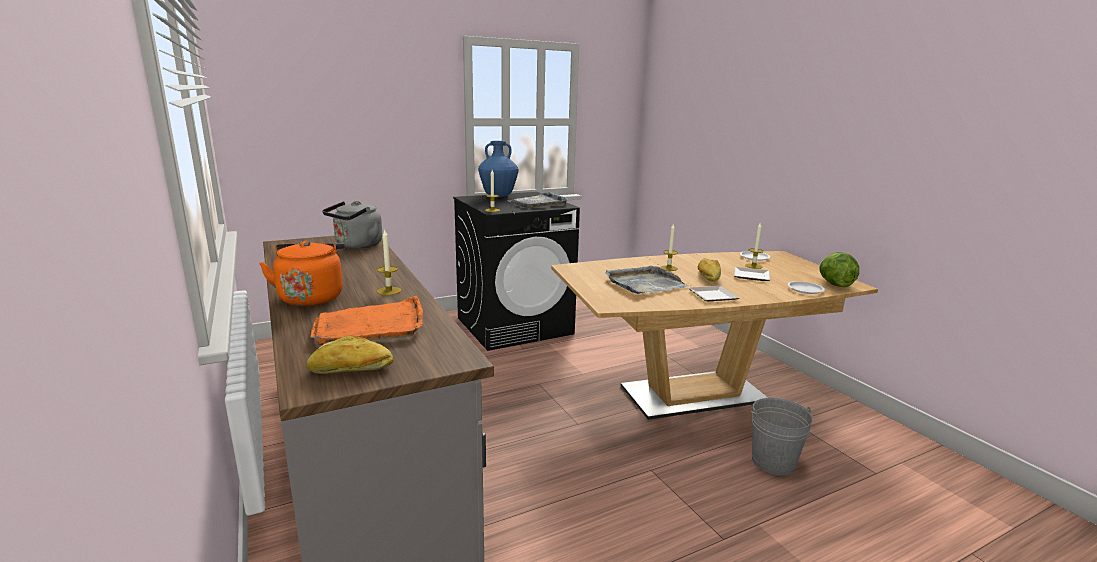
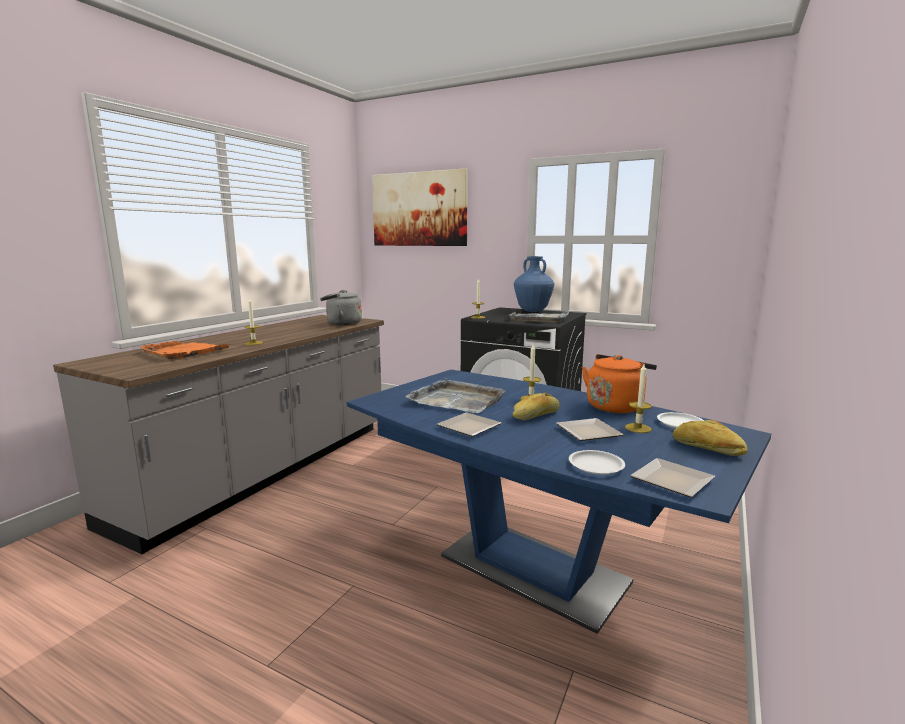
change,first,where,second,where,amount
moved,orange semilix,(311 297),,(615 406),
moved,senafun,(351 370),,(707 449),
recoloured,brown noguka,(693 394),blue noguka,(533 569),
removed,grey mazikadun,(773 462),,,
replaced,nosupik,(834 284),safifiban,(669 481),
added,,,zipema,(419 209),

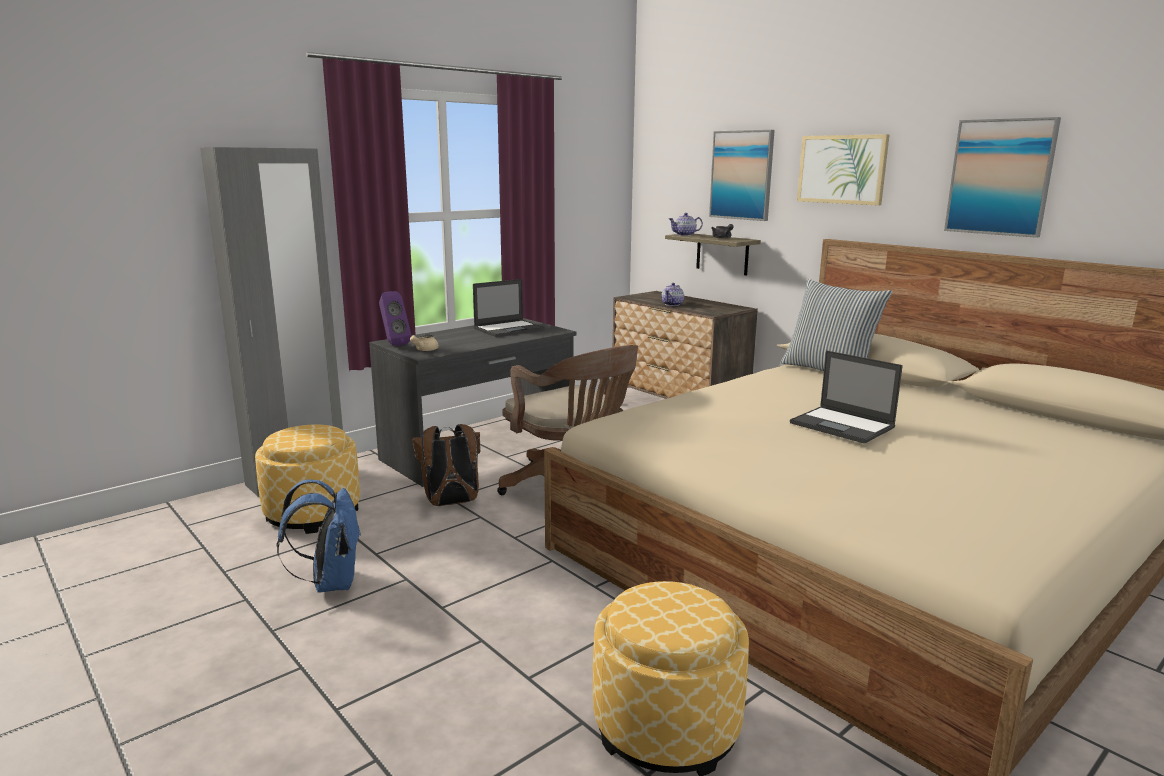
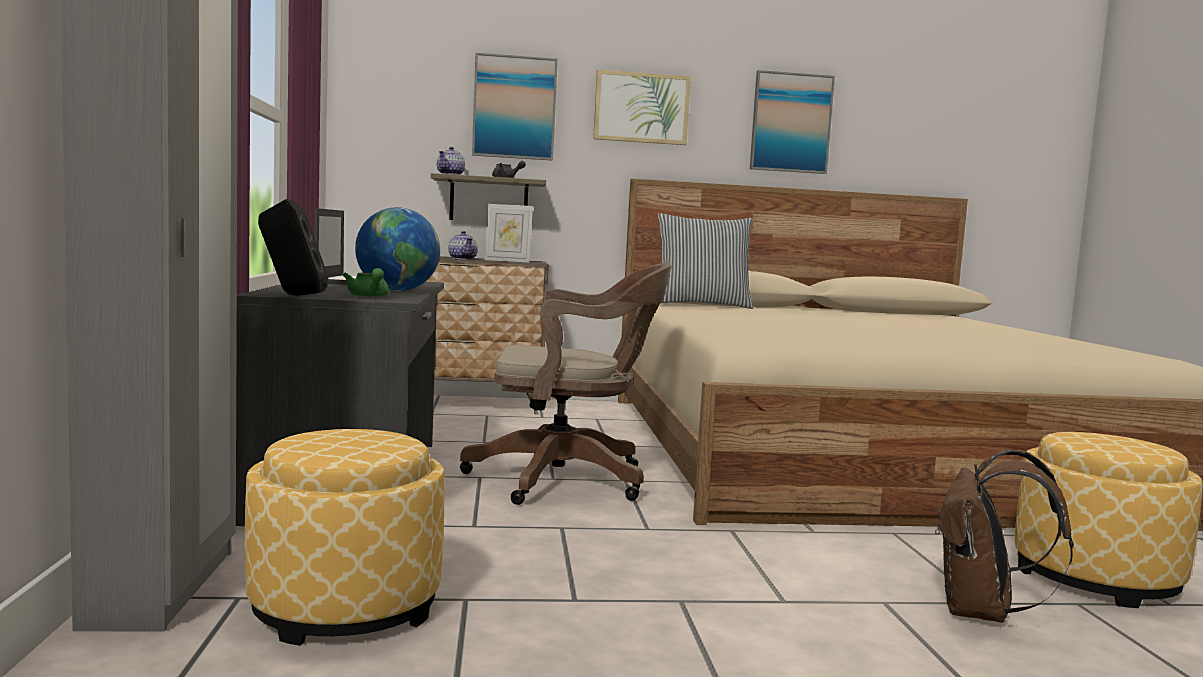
change,first,where,second,where,amount
removed,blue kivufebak,(330 582),,,
recoloured,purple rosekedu,(394 344),black rosekedu,(292 295),
recoloured,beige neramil,(424 350),green neramil,(369 297),
moved,brown kivufebak,(451 503),,(982 613),
removed,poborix,(843 425),,,
added,,,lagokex,(397 291),
added,,,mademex,(507 261),

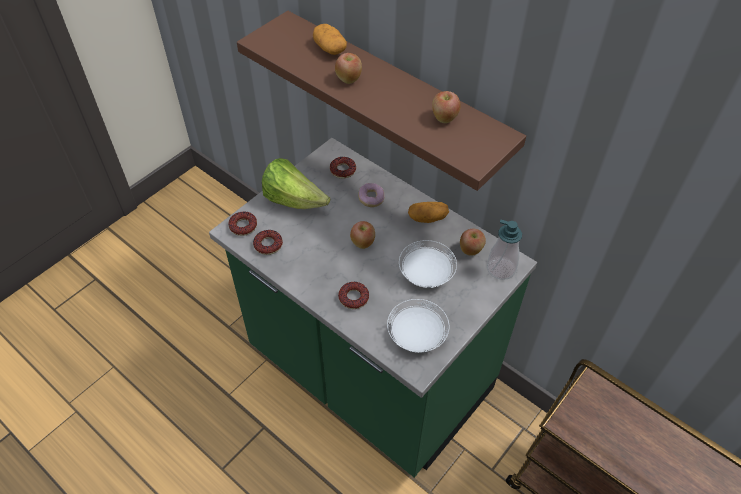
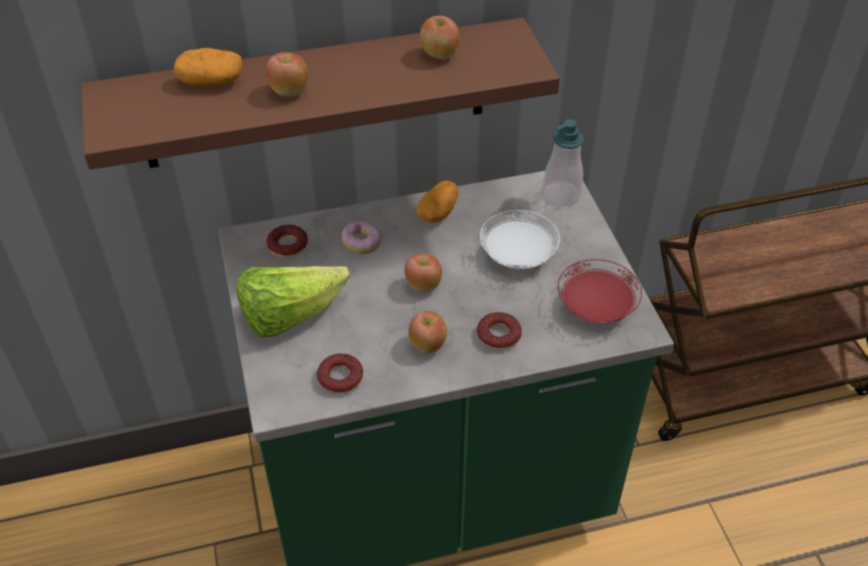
change,first,where,second,where,amount
removed,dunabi,(243 226),,,
recoloured,white safifiban,(416 335),red safifiban,(595 307),
moved,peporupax,(471 250),,(428 345),

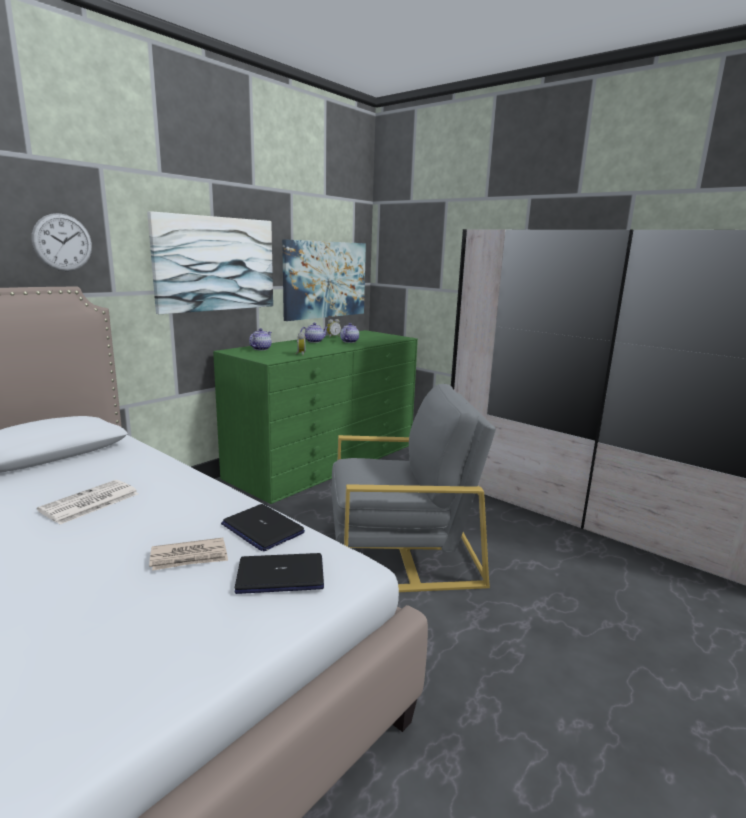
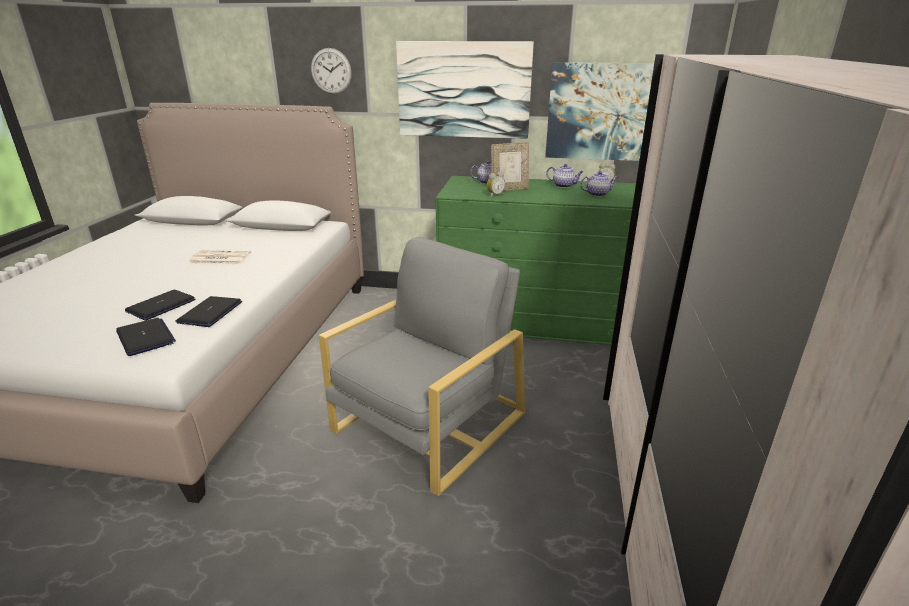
change,first,where,second,where,amount
replaced,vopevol,(189 557),poborix,(161 306),
turned,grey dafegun,(402 551),,(428 422),105 degrees counterclockwise
added,,,mademex,(509 189),

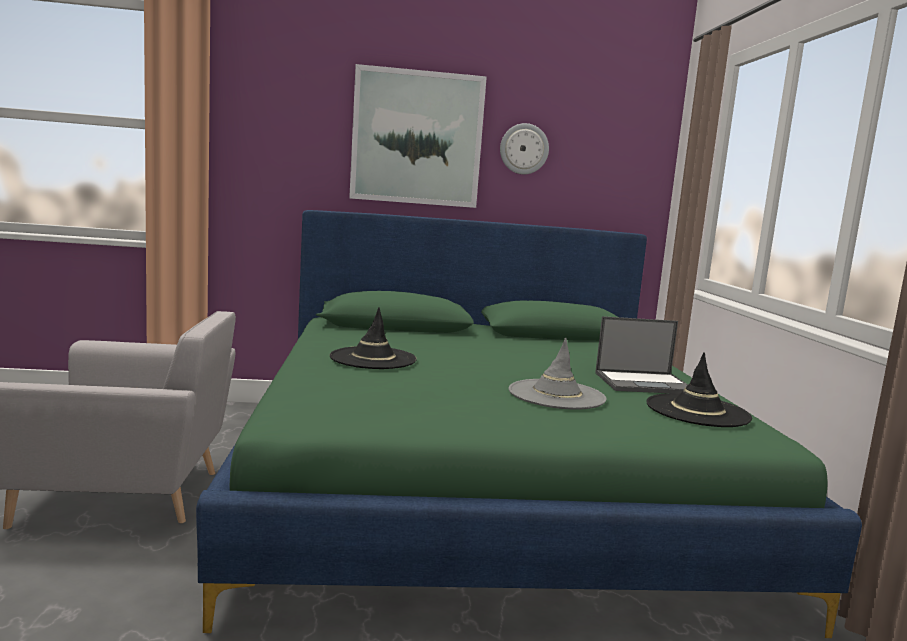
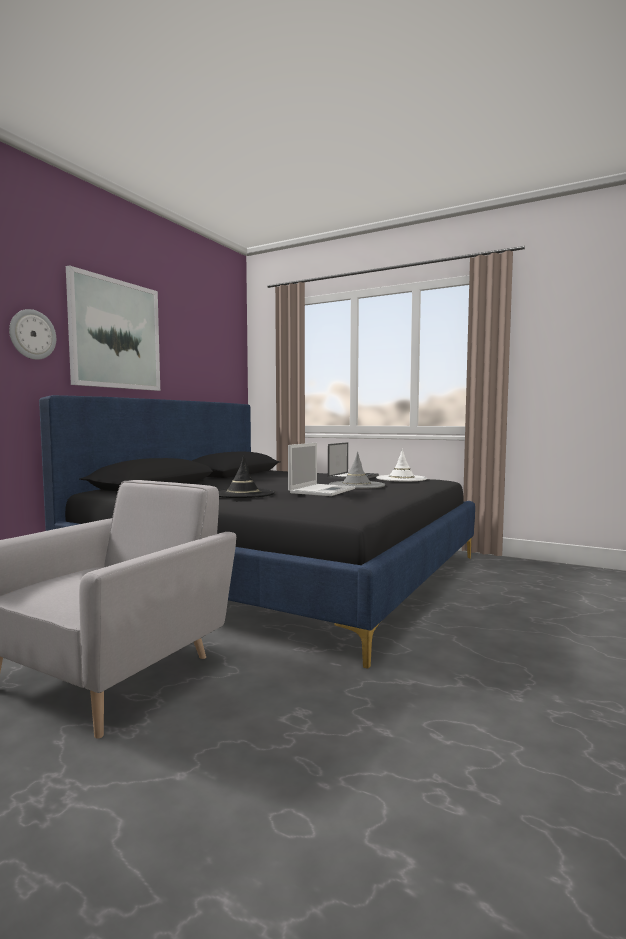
change,first,where,second,where,amount
recoloured,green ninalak,(486 488),black ninalak,(281 571),
moved,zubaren,(524 149),,(32 334),
recoloured,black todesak,(697 411),white todesak,(401 479),
added,,,poborix,(322 490),

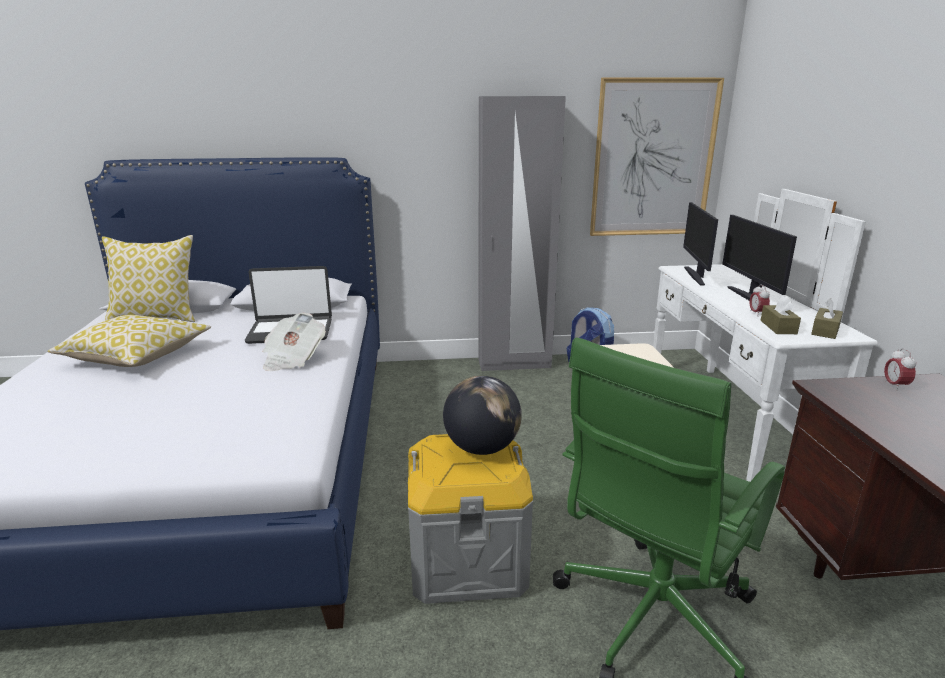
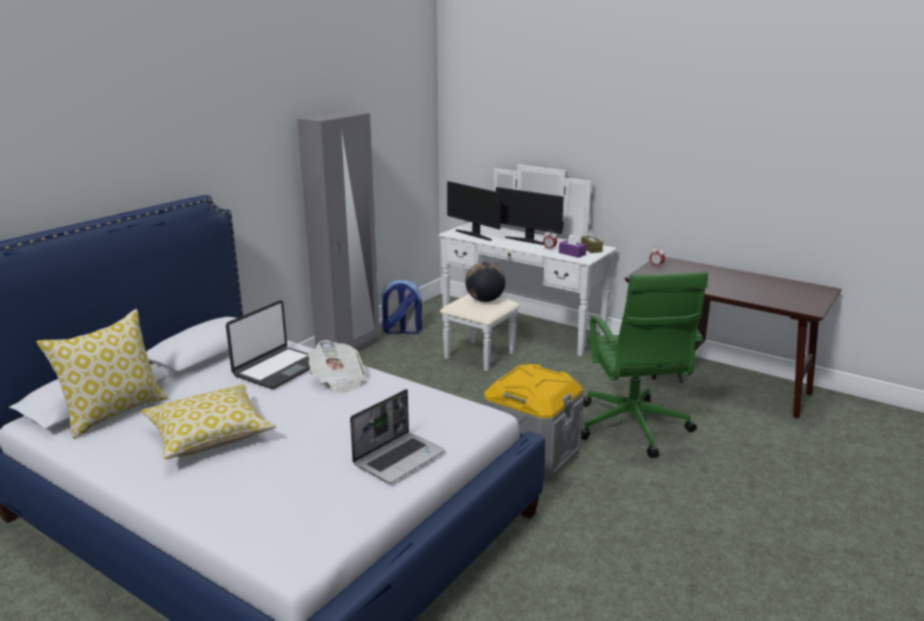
change,first,where,second,where,amount
moved,lagokex,(482 448),,(485 300),
removed,zipema,(653 159),,,
recoloured,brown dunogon,(778 327),purple dunogon,(572 253),
added,,,poborix,(399 458),

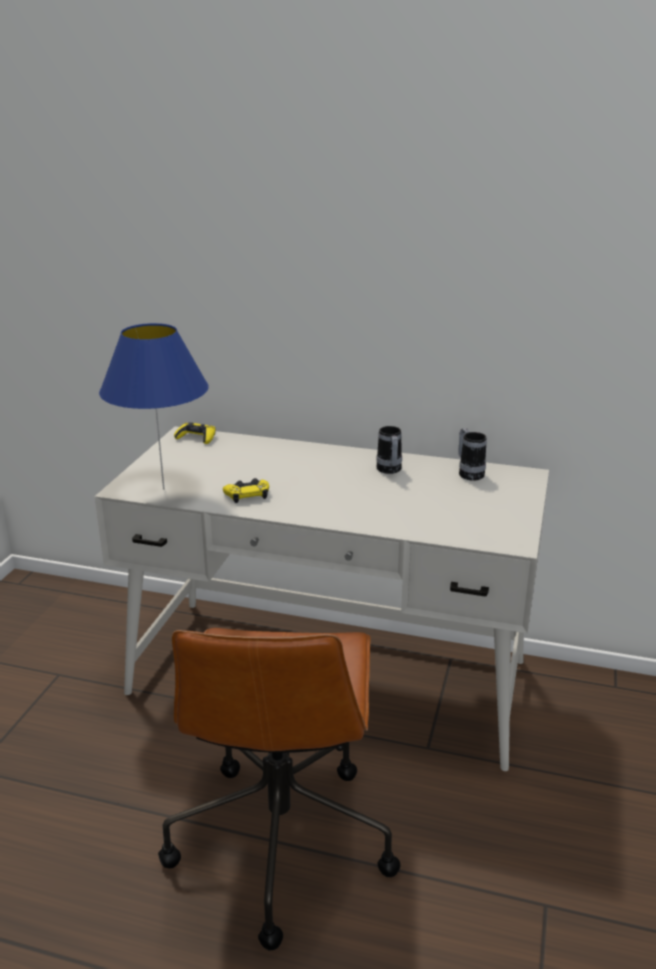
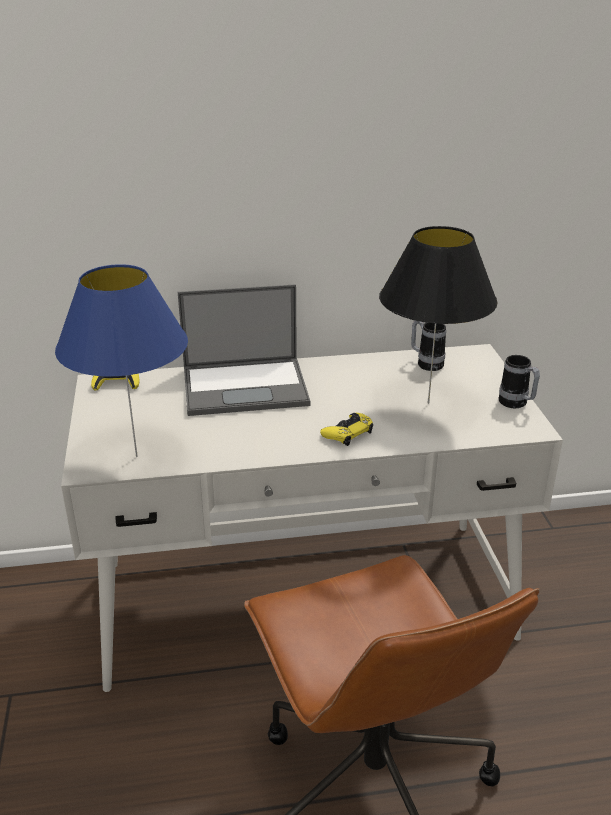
change,first,where,second,where,amount
moved,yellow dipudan,(247 494),,(348 433),
moved,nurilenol,(389 471),,(516 404),
added,,,poborix,(246 386),
added,,,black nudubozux,(429 403),

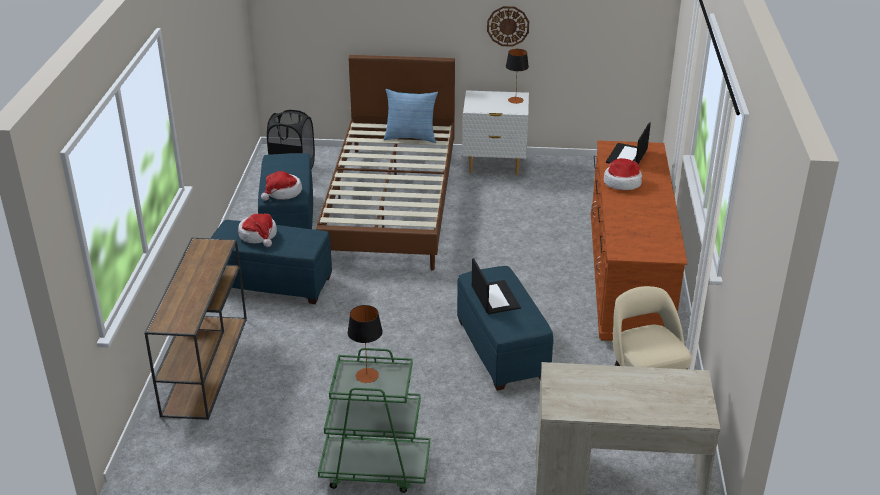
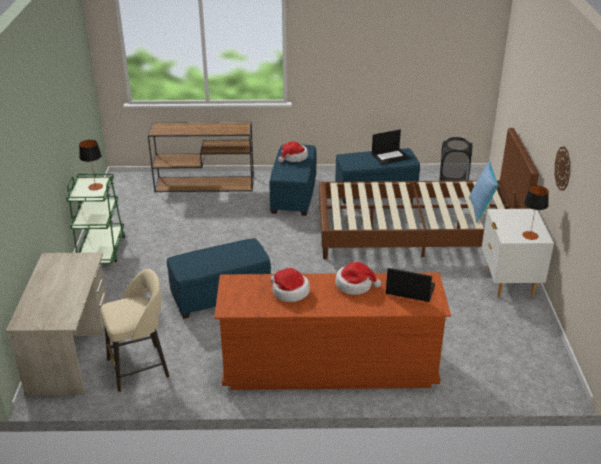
change,first,where,second,where,amount
moved,todesak,(283 193),,(289 292),
moved,poborix,(494 297),,(390 156),

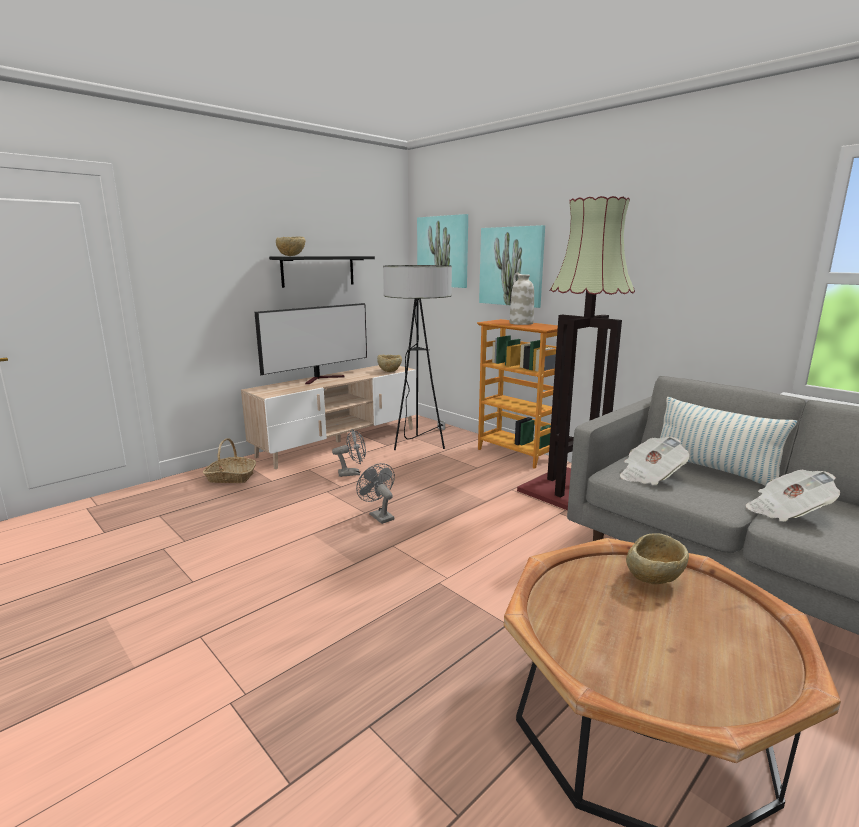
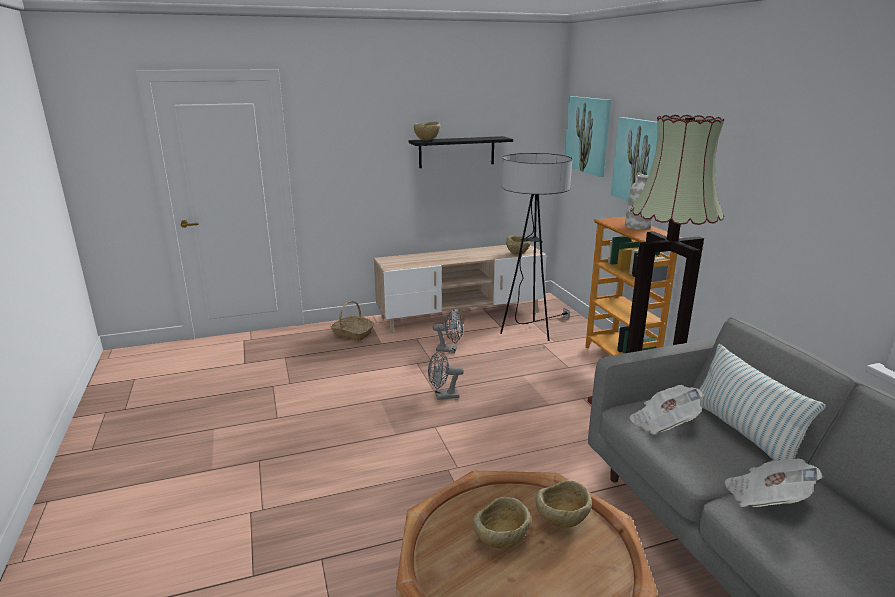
change,first,where,second,where,amount
removed,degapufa,(322 379),,,
turned,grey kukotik,(379 516),,(443 396),90 degrees counterclockwise
added,,,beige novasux,(500 542),

